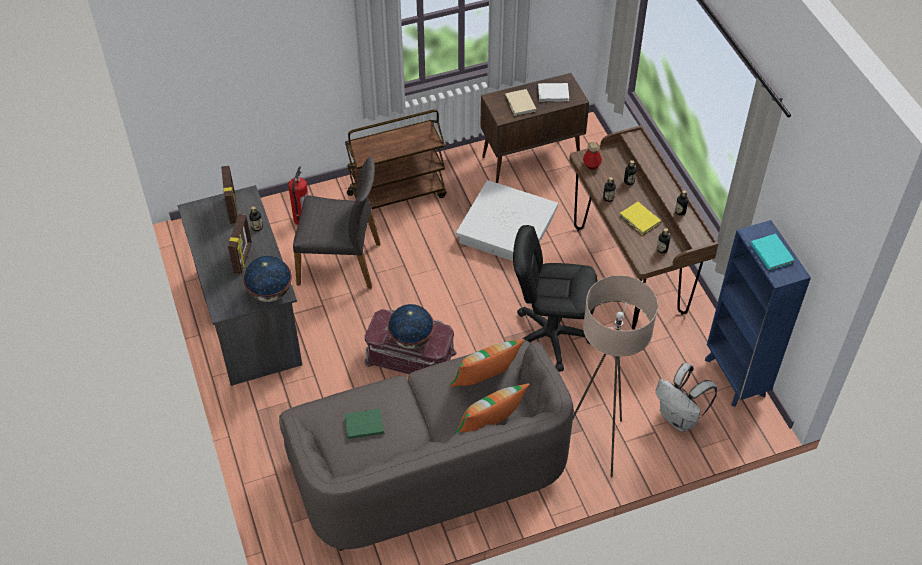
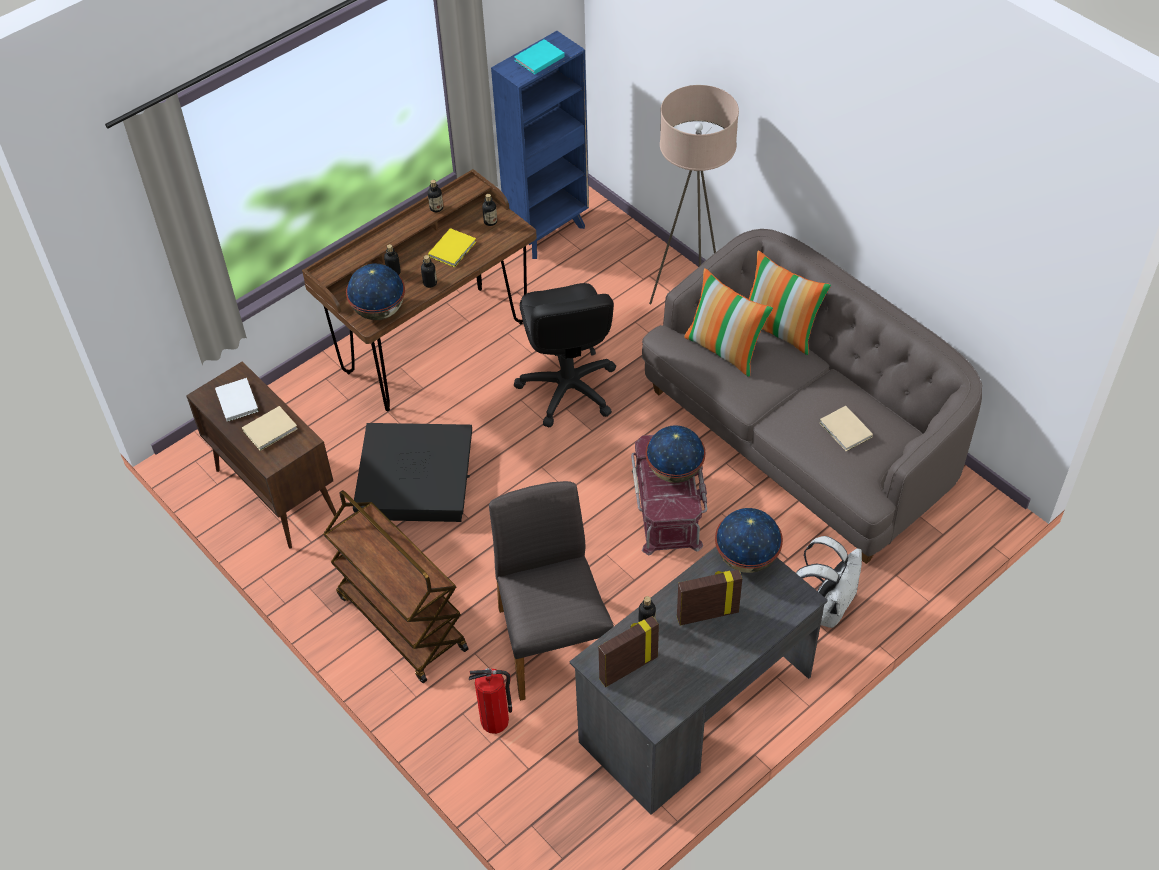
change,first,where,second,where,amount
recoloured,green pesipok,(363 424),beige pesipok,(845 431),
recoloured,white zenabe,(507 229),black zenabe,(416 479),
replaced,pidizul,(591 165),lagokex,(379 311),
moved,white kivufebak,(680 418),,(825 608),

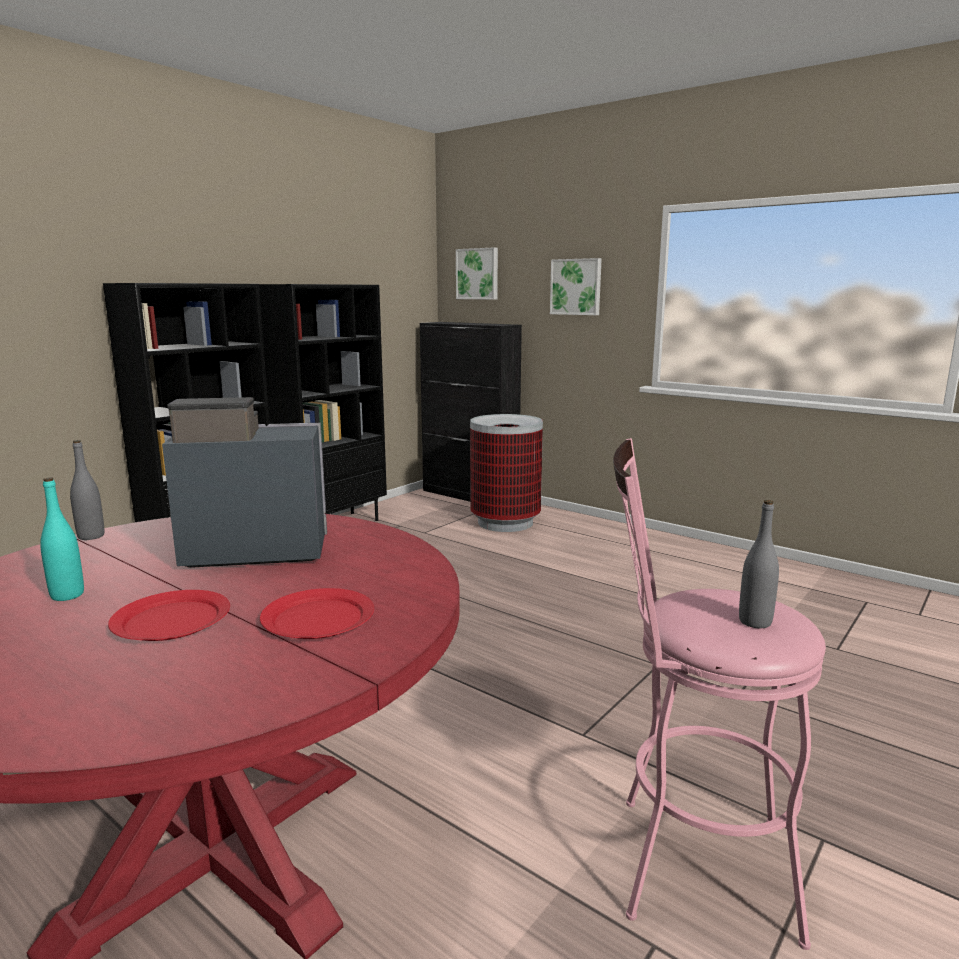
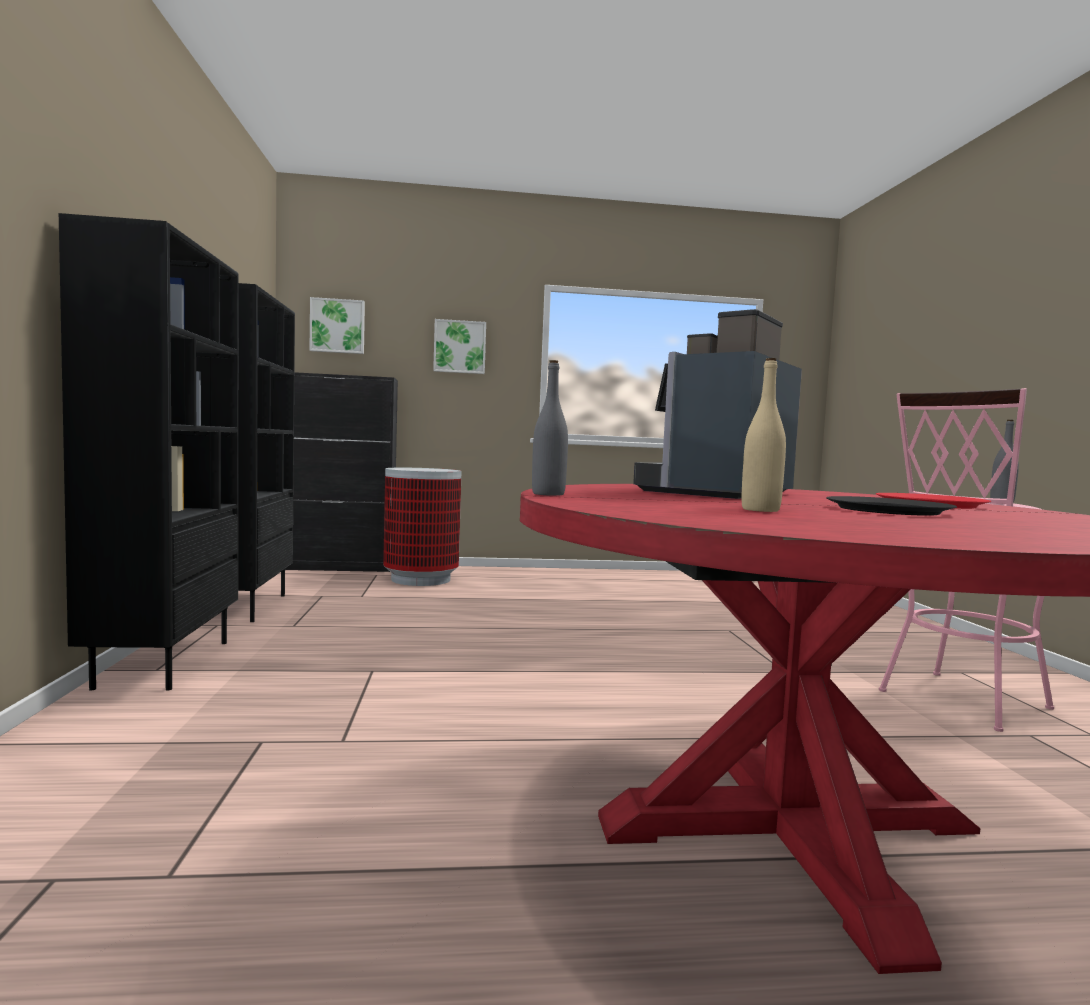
change,first,where,second,where,amount
recoloured,turquoise pidizul,(67 595),beige pidizul,(760 510),
recoloured,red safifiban,(170 620),black safifiban,(888 510),

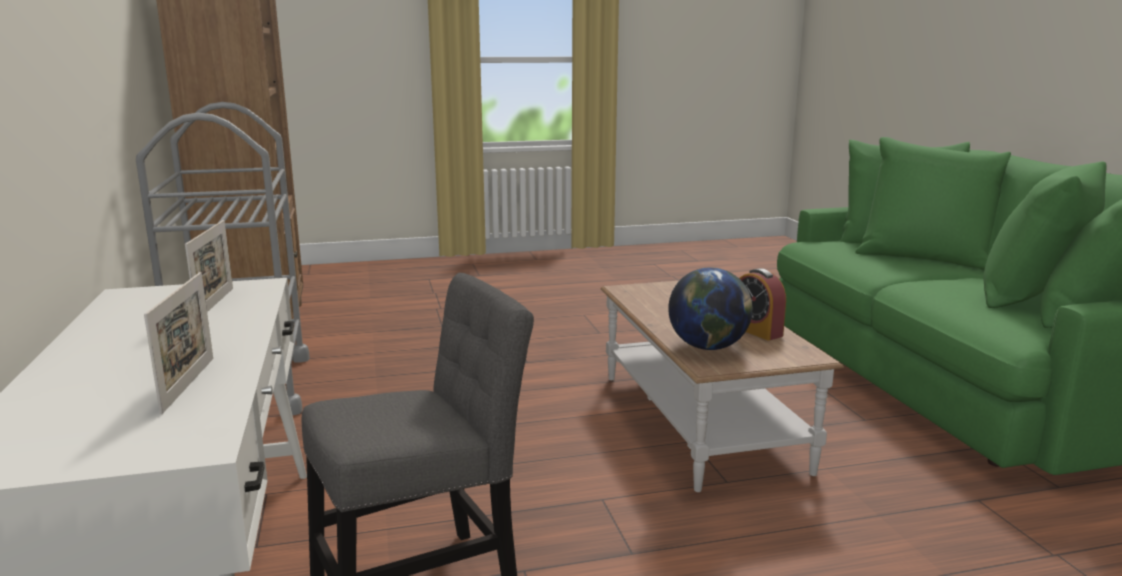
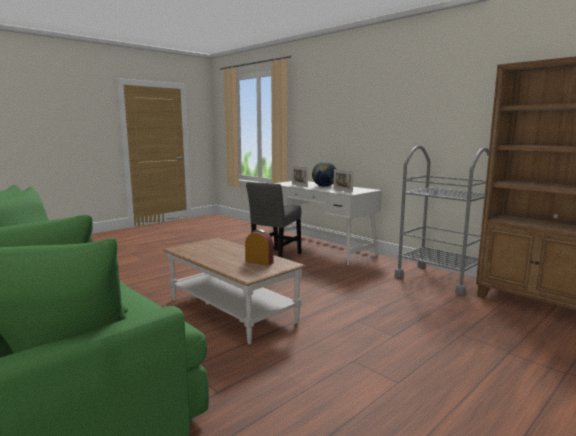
change,first,where,second,where,amount
moved,lagokex,(708 347),,(324 186),
moved,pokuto,(756 331),,(259 262),

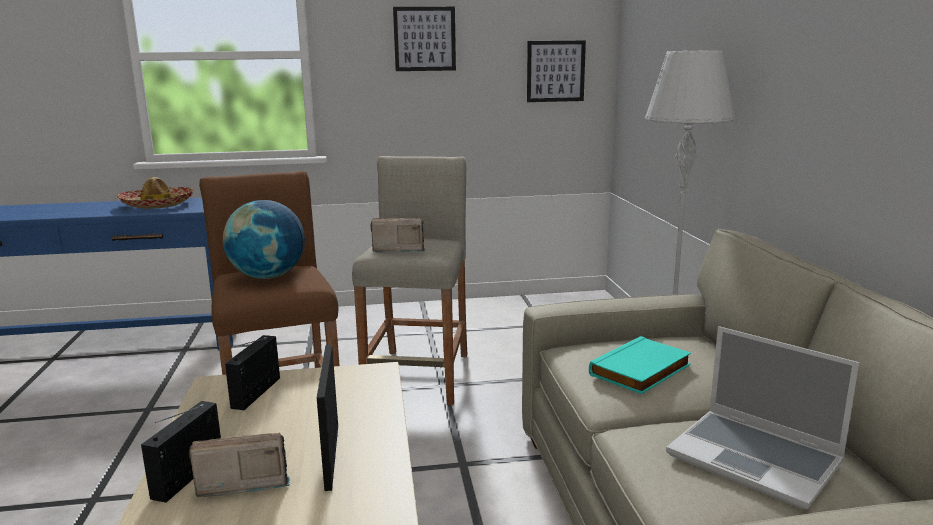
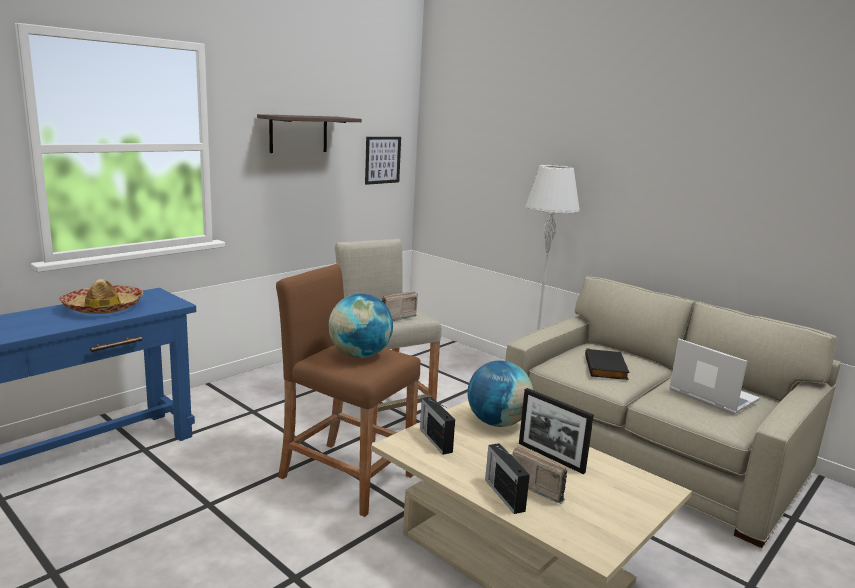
change,first,where,second,where,amount
turned,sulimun,(241 482),,(539 487),90 degrees clockwise
replaced,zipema,(424 39),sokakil,(298 134),
recoloured,turquoise pesipok,(641 371),black pesipok,(607 368),
turned,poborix,(756 459),,(711 396),135 degrees counterclockwise
added,,,lagokex,(497 423),

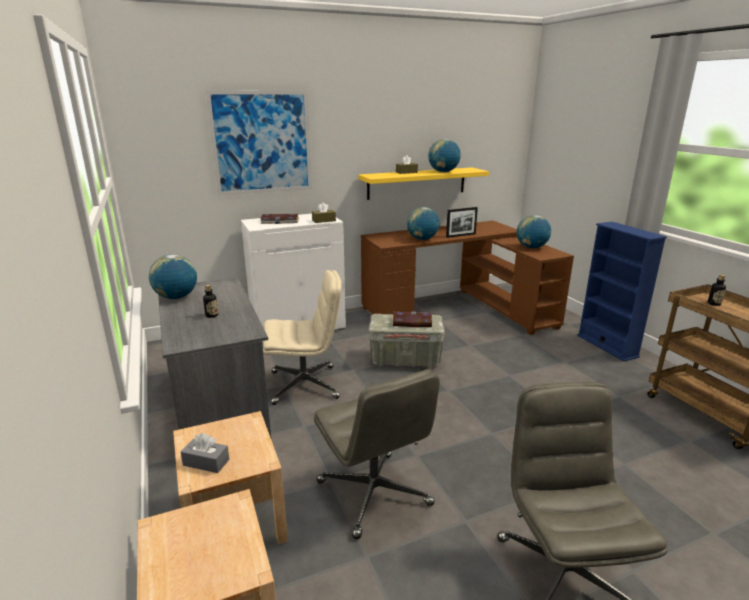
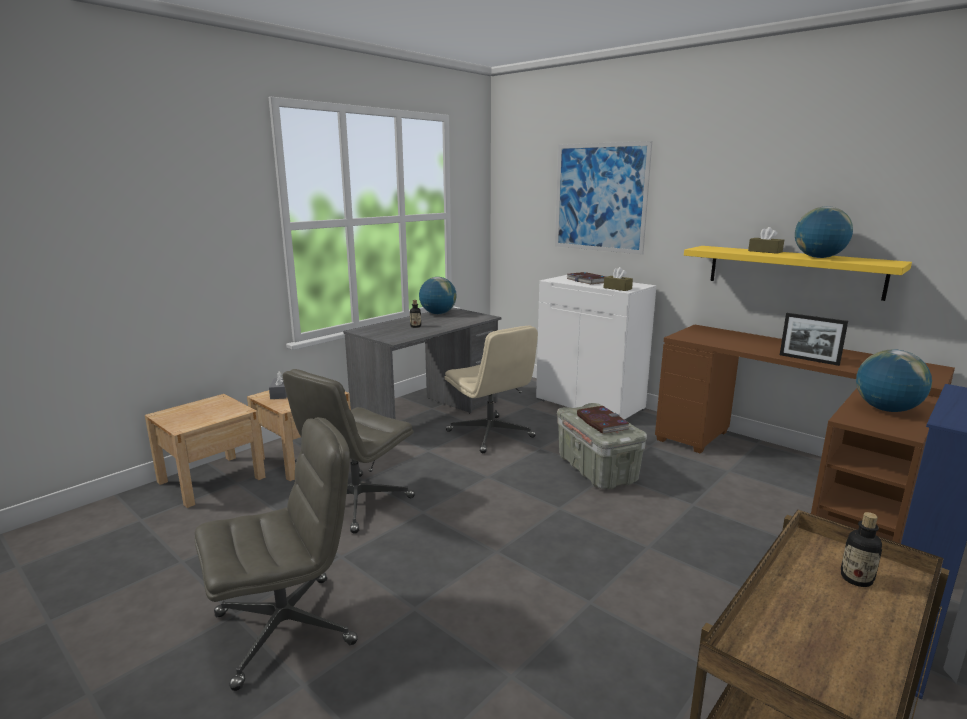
change,first,where,second,where,amount
removed,lagokex,(422 239),,,

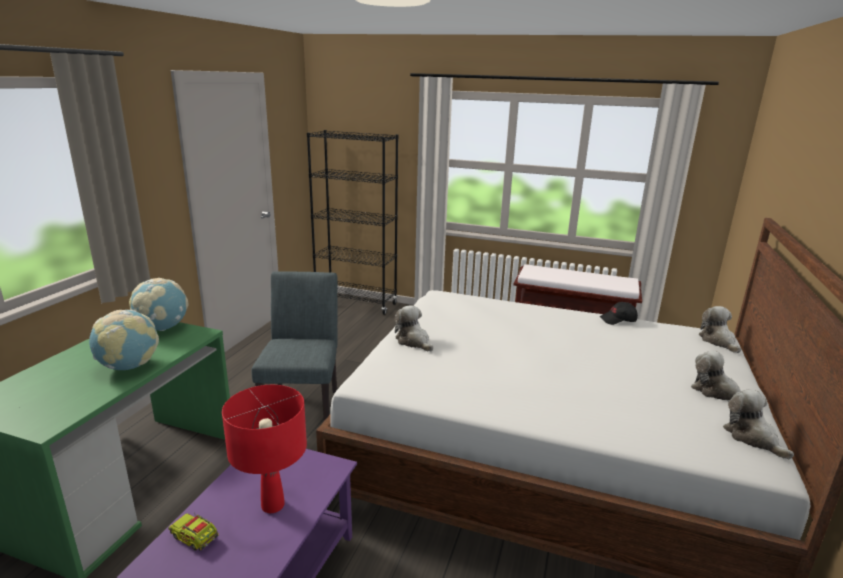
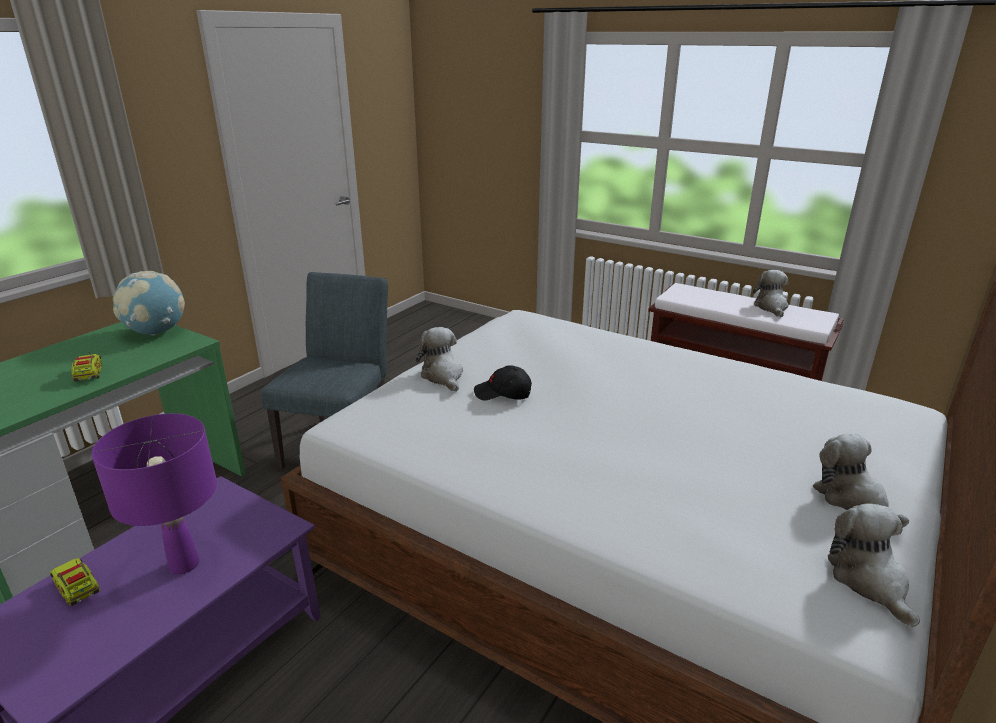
change,first,where,second,where,amount
replaced,lagokex,(129 366),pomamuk,(89 374),
recoloured,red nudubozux,(272 505),purple nudubozux,(184 564),
removed,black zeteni,(356 303),,,
moved,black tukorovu,(618 320),,(503 394),
moved,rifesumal,(718 341),,(771 307),

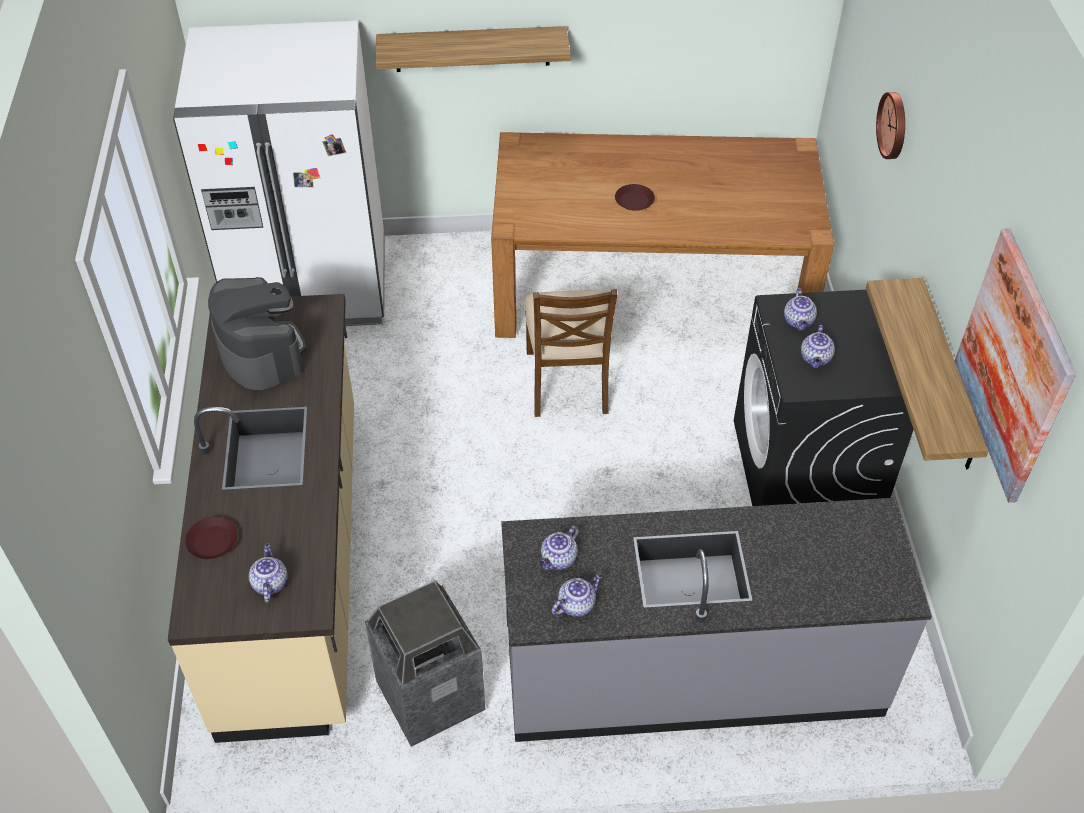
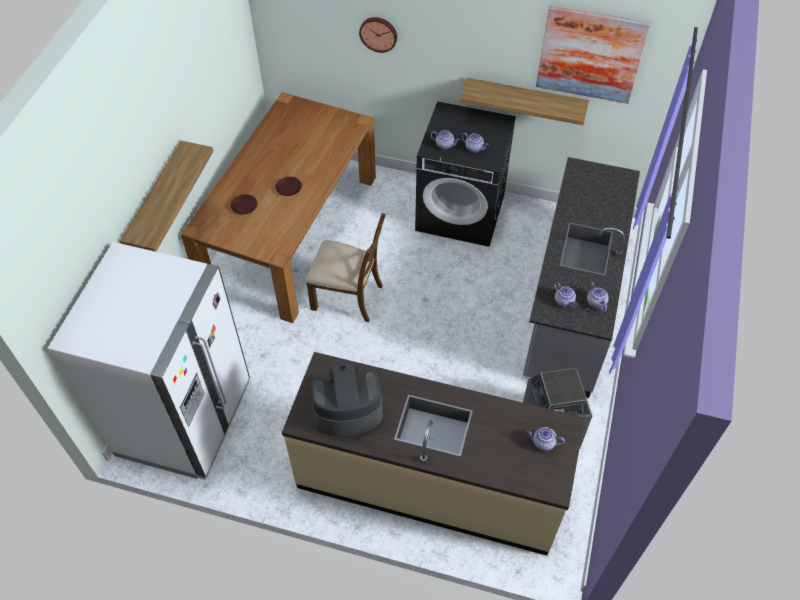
change,first,where,second,where,amount
moved,brown safifiban,(213 541),,(244 206),

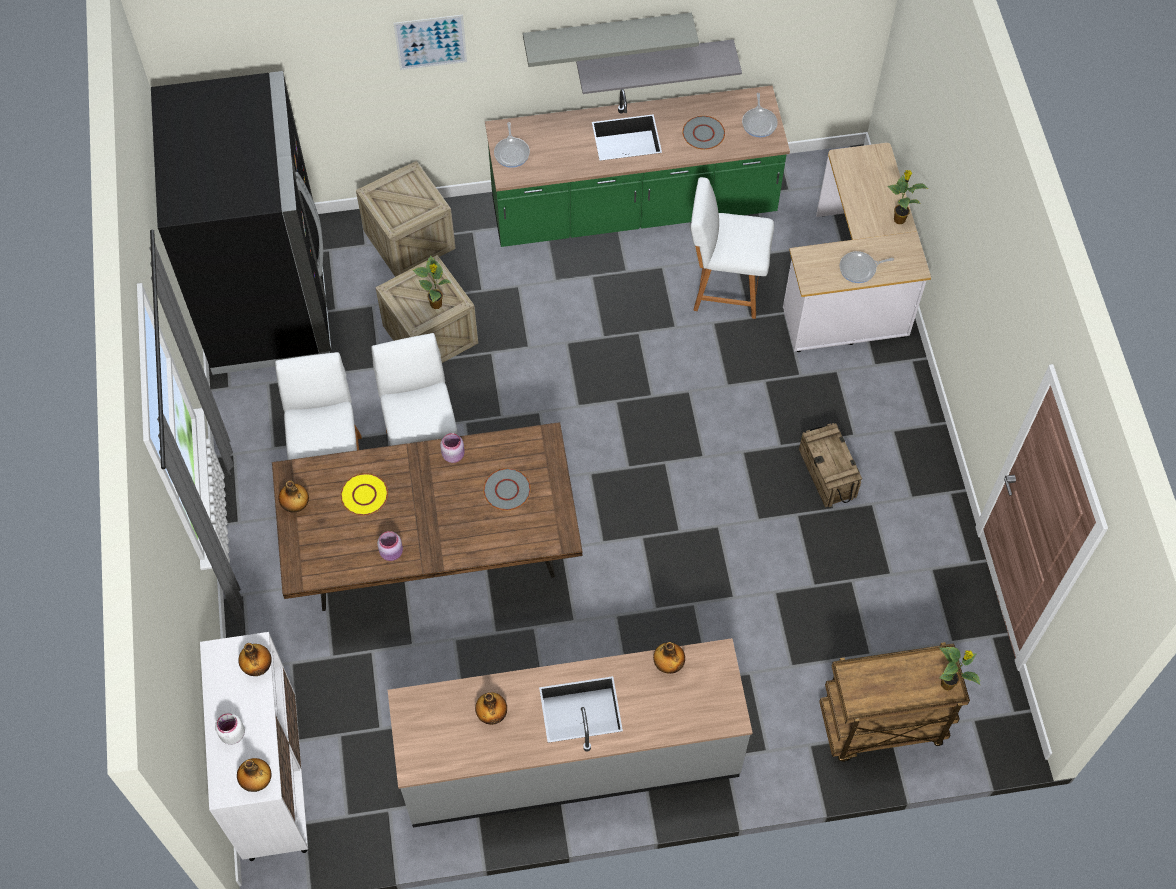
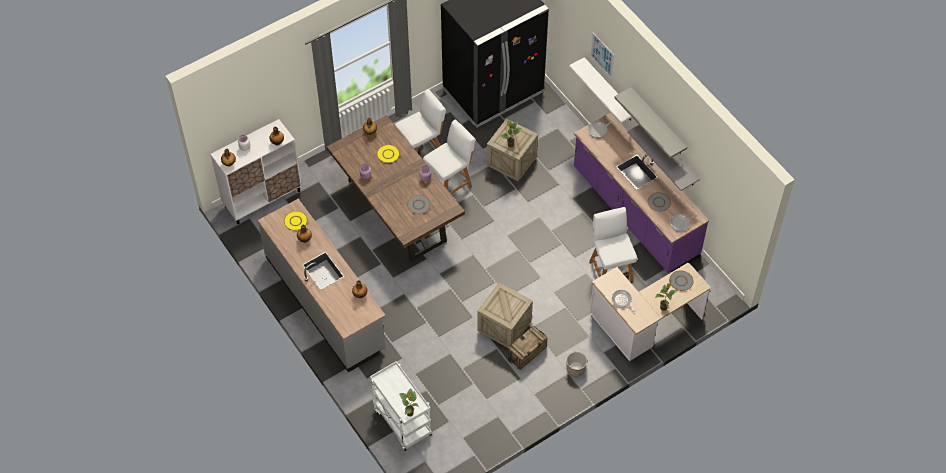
change,first,where,second,where,amount
moved,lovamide,(409 239),,(504 325),
recoloured,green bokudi,(633 209),purple bokudi,(634 213),
recoloured,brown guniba,(880 727),white guniba,(401 422),
added,,,yellow safifiban,(295 221),
added,,,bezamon,(575 369),
added,,,white sokakil,(609 90),
added,,,grey safifiban,(681 281),

